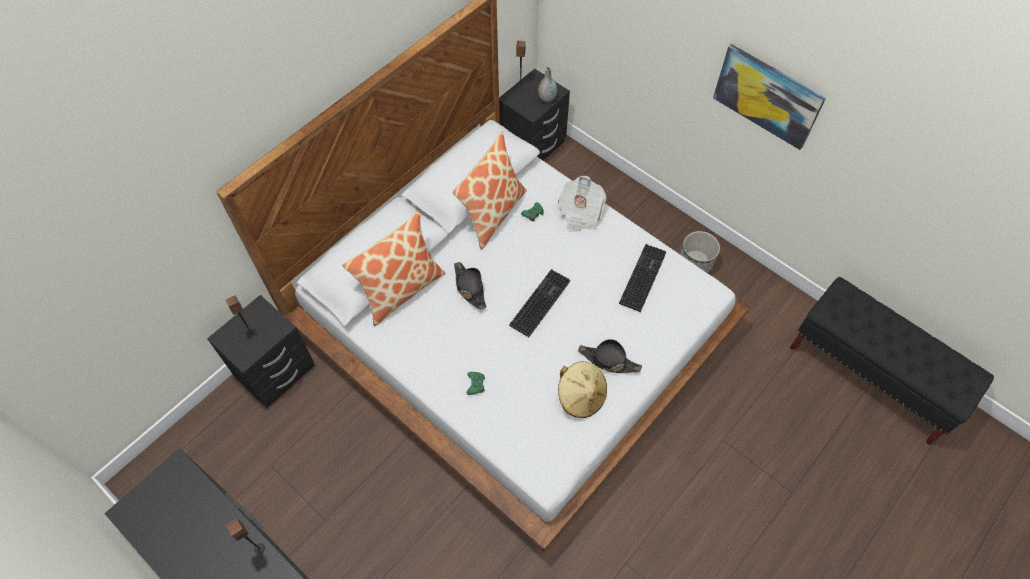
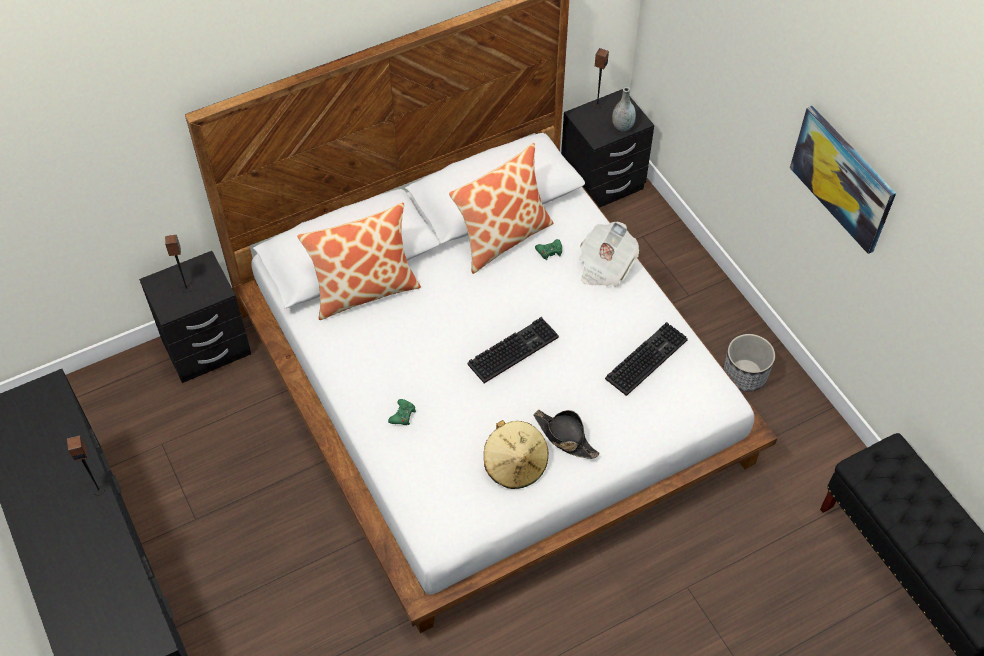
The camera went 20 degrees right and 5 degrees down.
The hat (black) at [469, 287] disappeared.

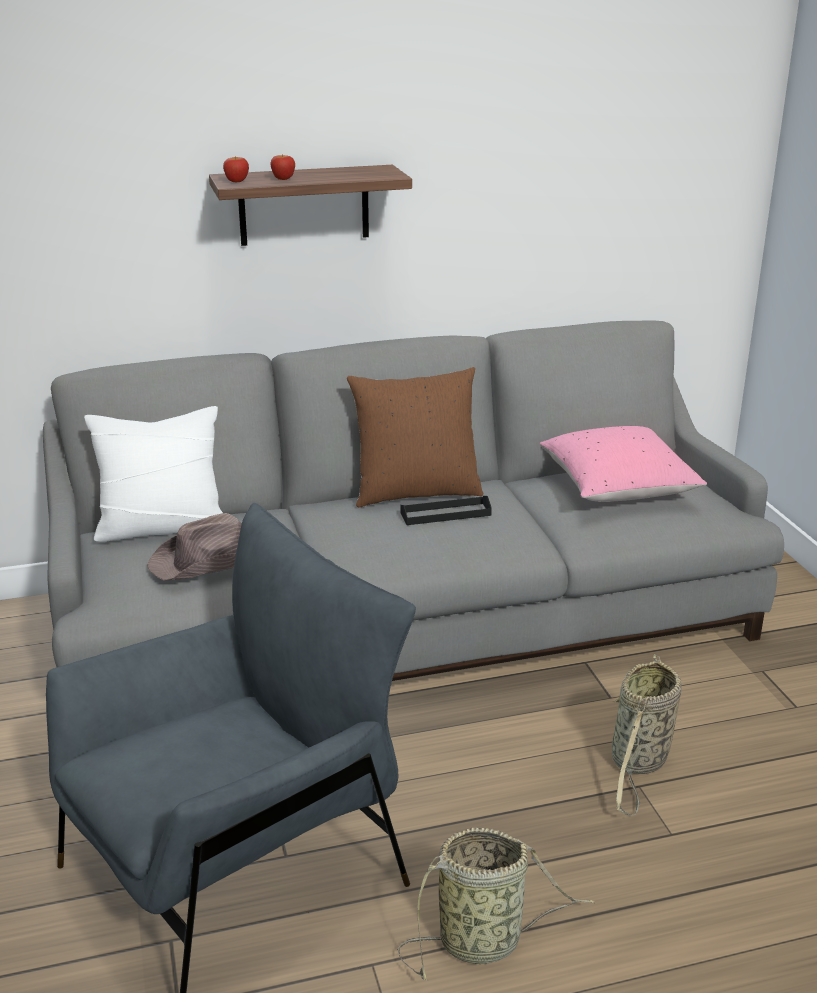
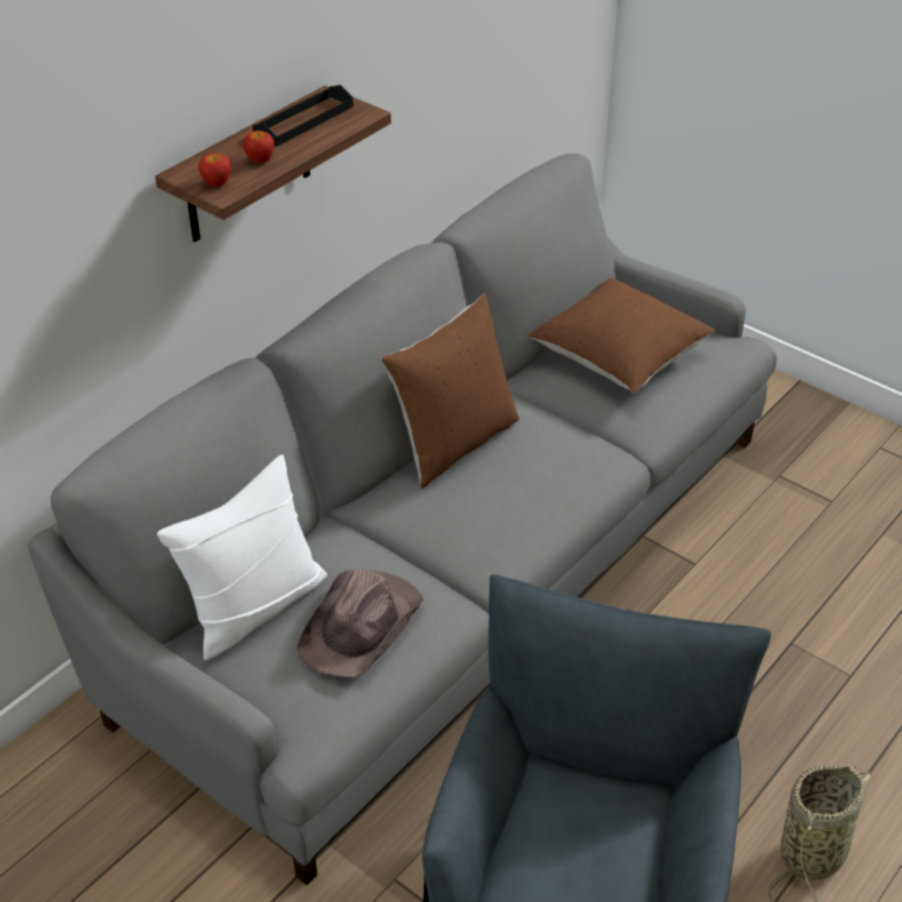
The camera went 35 degrees left and 15 degrees up.
The tray (black) moved from [445, 514] to [304, 120].
The pillow (pink) at [617, 488] became the pillow (brown) at [619, 356].
The basket at [638, 763] disappeared.

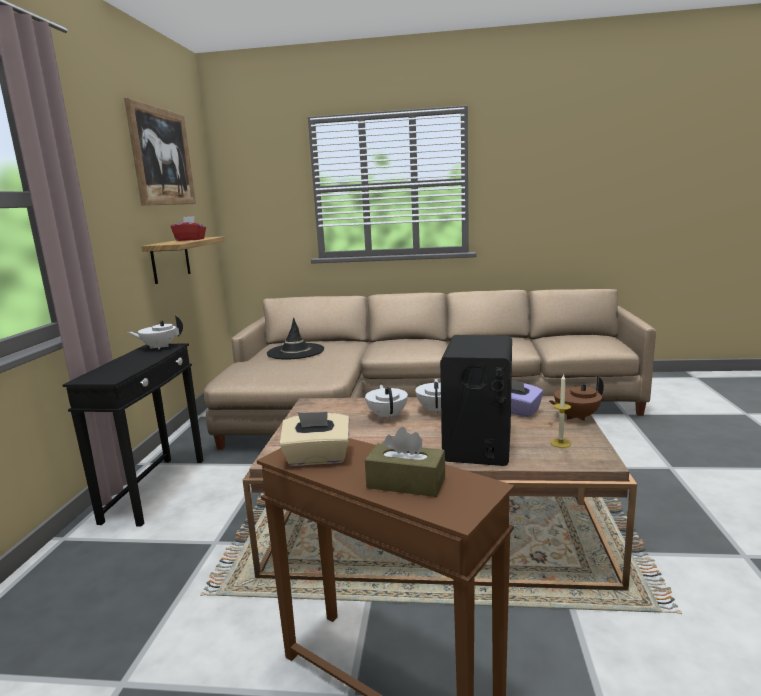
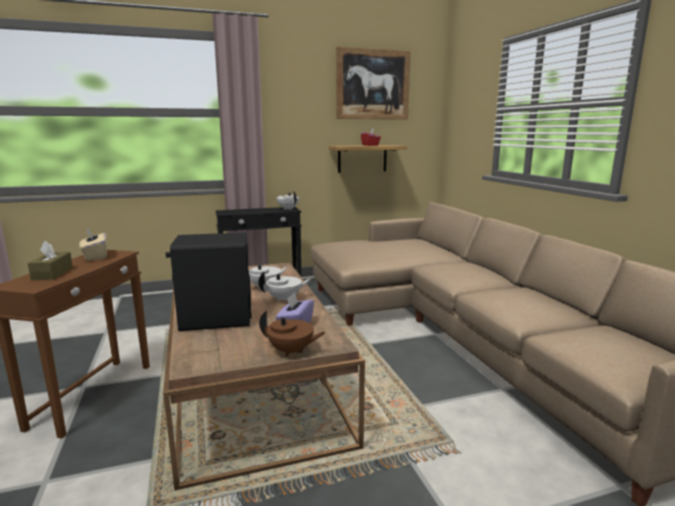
The camera went 65 degrees right and 0 degrees up.
The hat (black) at [295, 352] disappeared.
The teapot (brown) at [575, 417] turned 150 degrees clockwise.
The candle at [560, 443] disappeared.

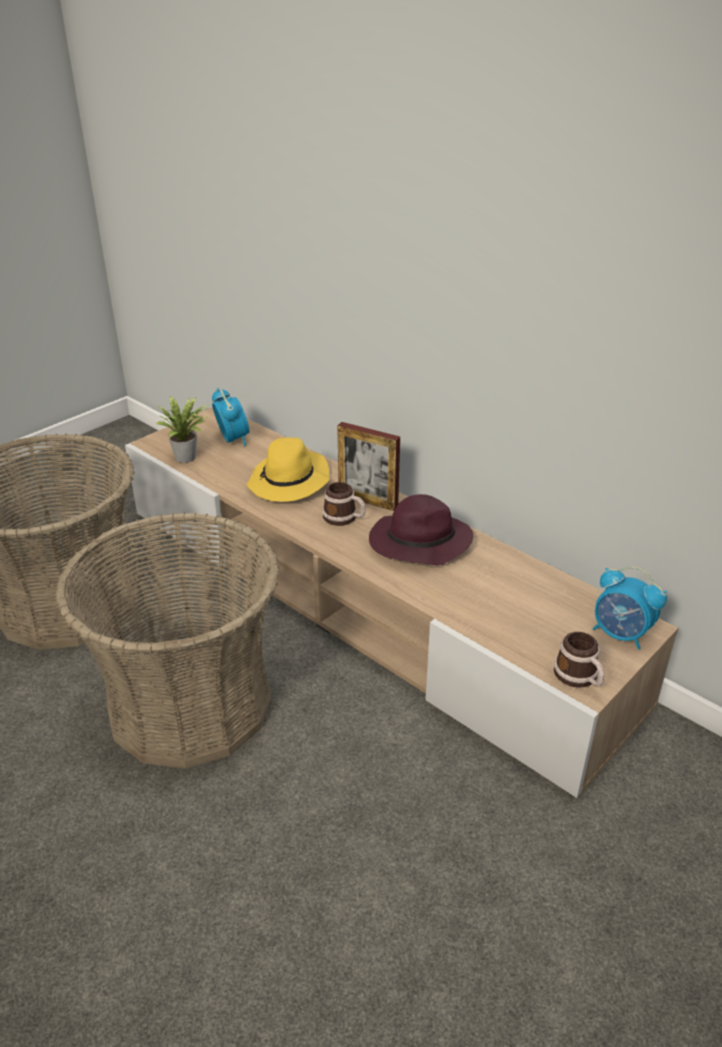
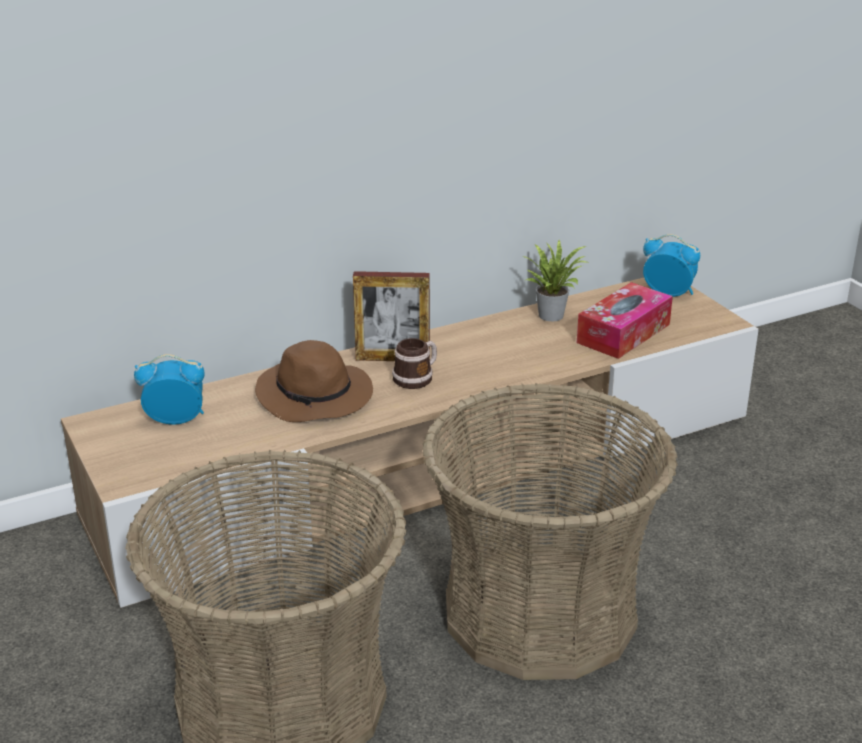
The camera went 70 degrees left and 5 degrees down.
The potted plant moved from [188, 457] to [552, 314].
The hat (yellow) at [289, 482] became the hat (brown) at [316, 397].
The picture frame at [368, 501] turned 45 degrees clockwise.
The hat (purple) at [418, 543] disappeared.
The mug at [579, 678] disappeared.
The alarm clock at [621, 634] turned 120 degrees counterclockwise.
The tissue box at [623, 333] appeared.

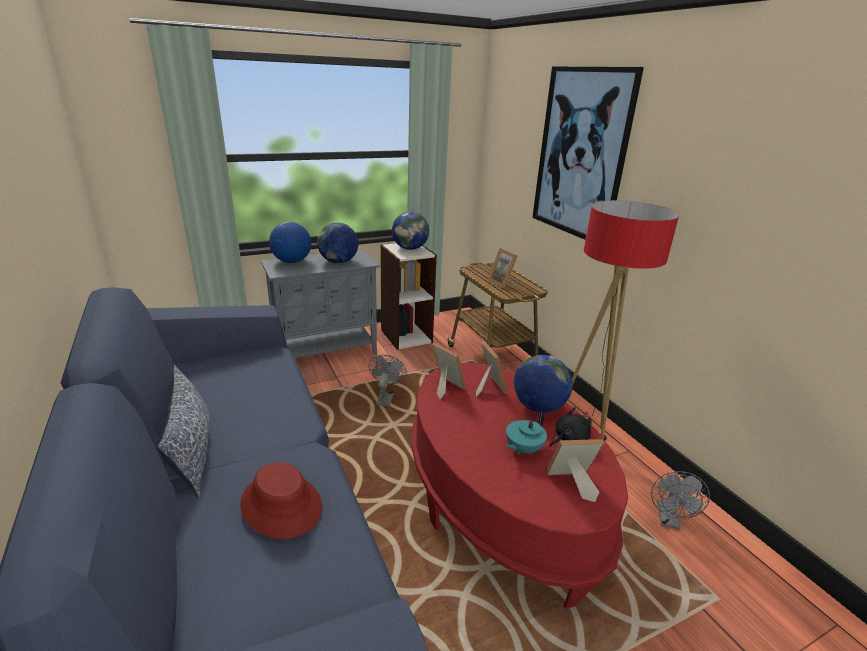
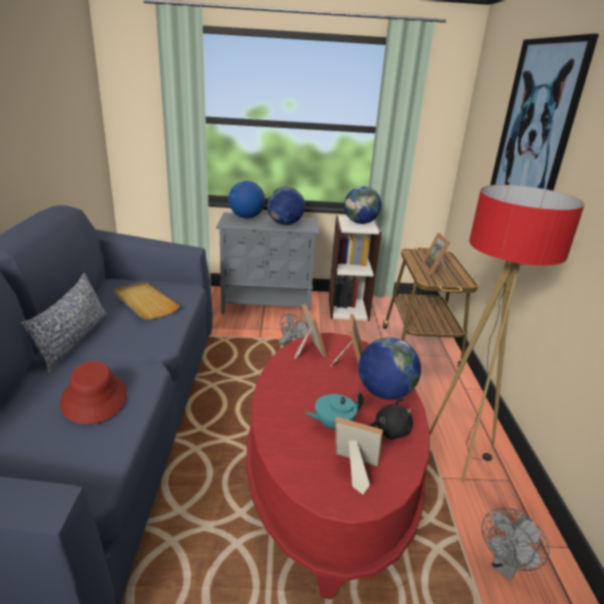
The camera went 25 degrees right and 0 degrees up.
The tray (beige) at [145, 303] appeared.

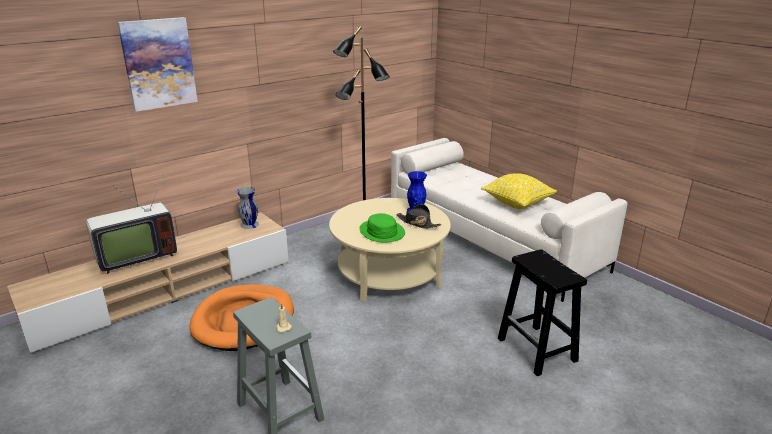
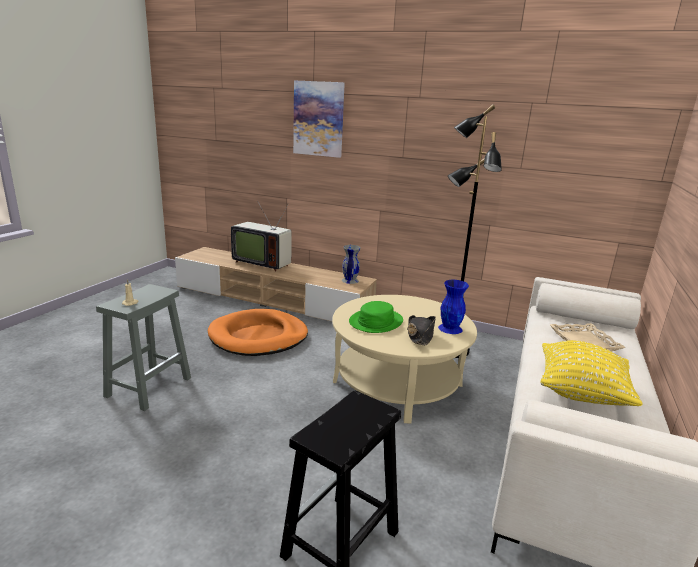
The camera went 60 degrees right and 5 degrees down.
The tray (beige) at [583, 341] appeared.

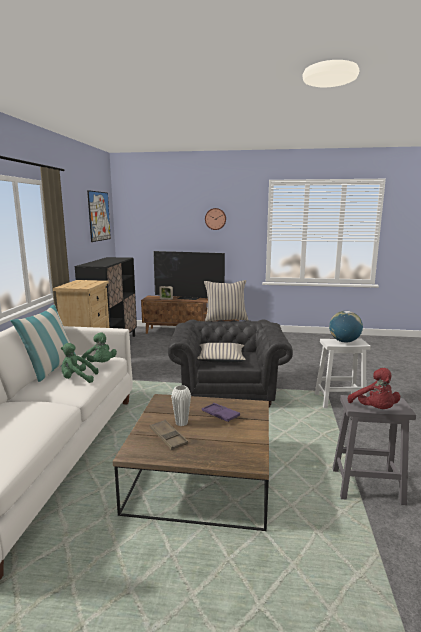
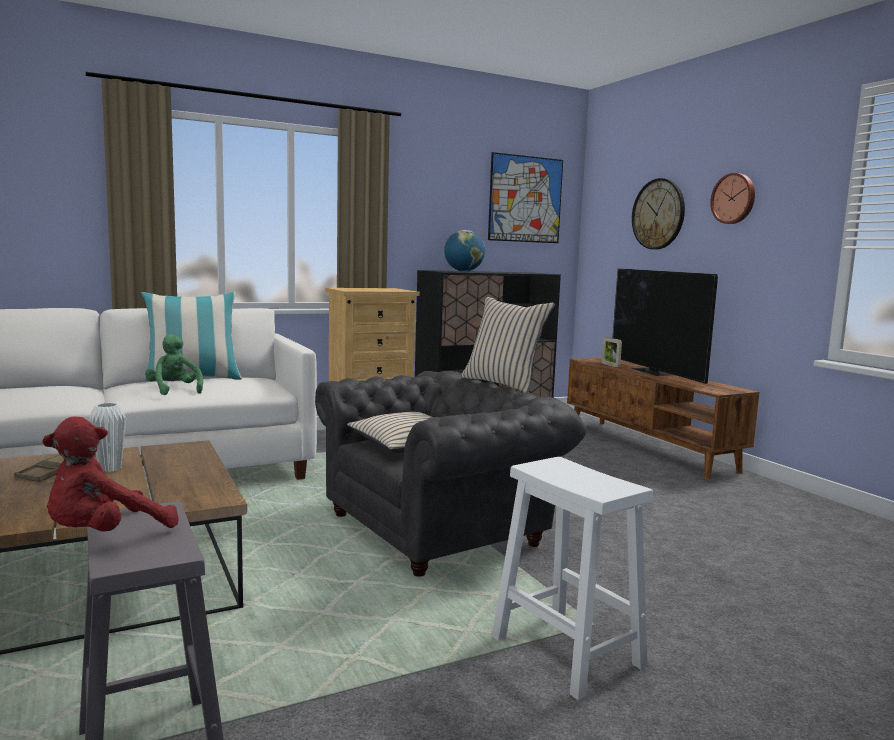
The camera went 55 degrees right and 5 degrees down.
The plush toy (green) at [100, 364] disappeared.
The tray (purple) at [220, 415] disappeared.
The globe moved from [344, 341] to [463, 271].
The wall clock at [658, 214] appeared.

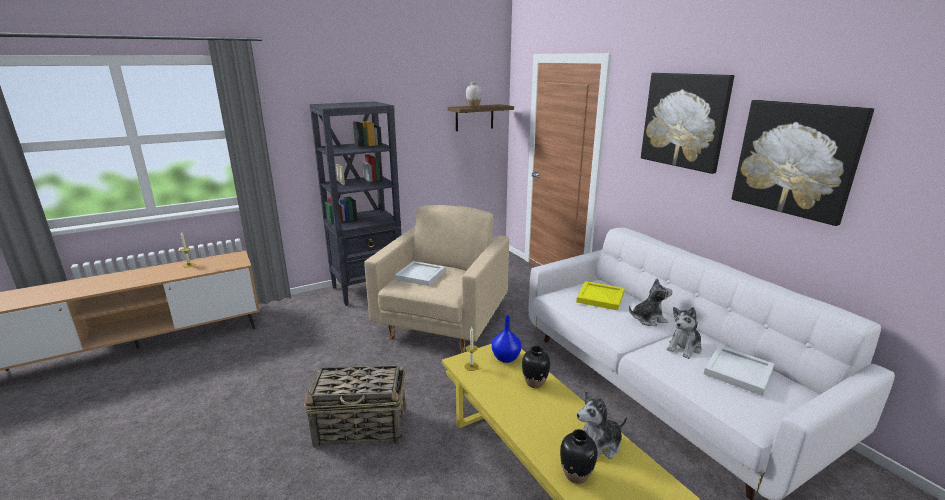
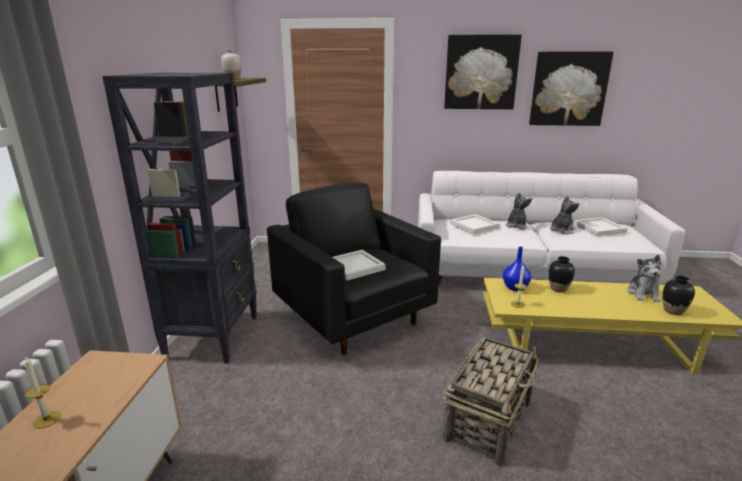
The camera went 55 degrees left and 0 degrees up.
The armchair (beige) at [443, 324] became the armchair (black) at [354, 317].
The tray (yellow) at [600, 297] became the tray (white) at [473, 226].
The plush toy at [684, 348] turned 120 degrees counterclockwise.

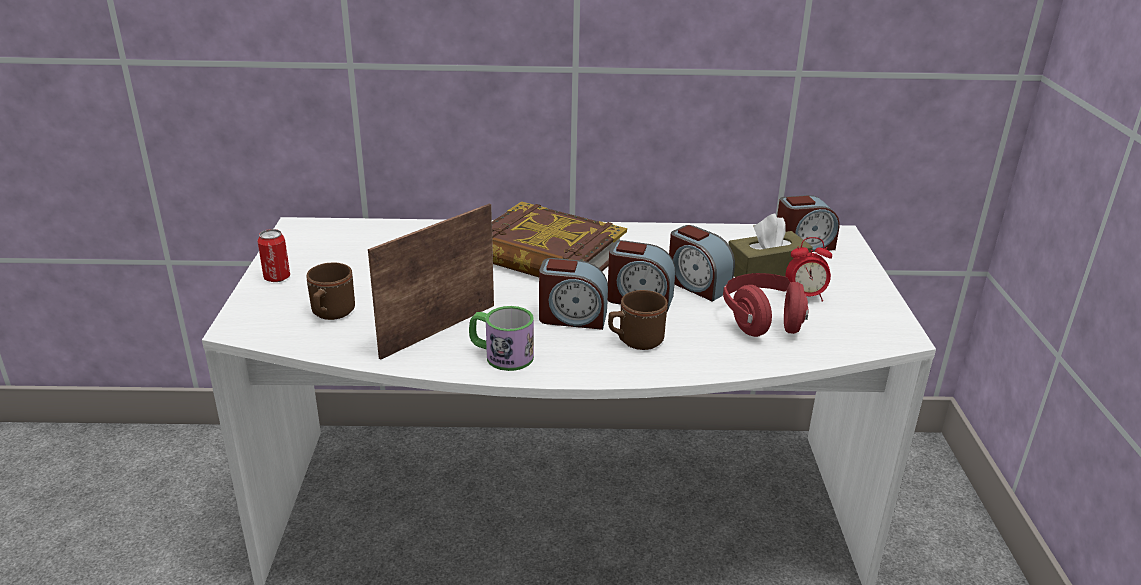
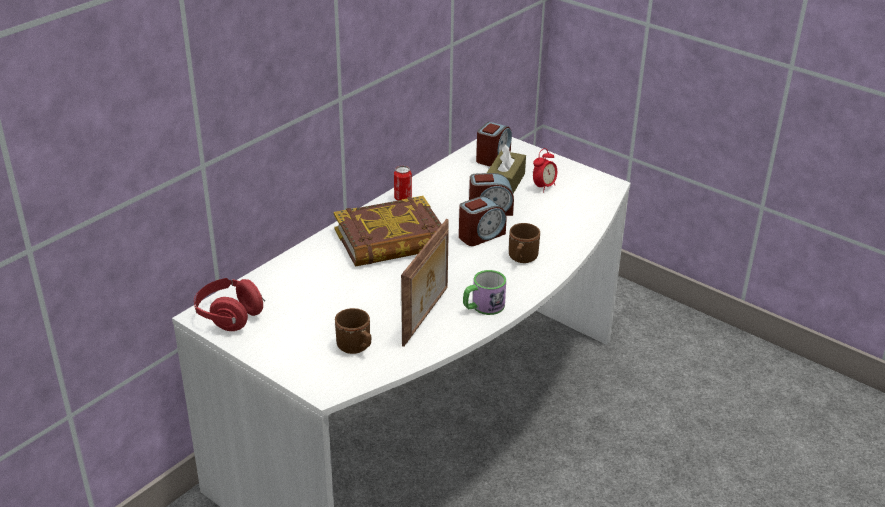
The camera went 50 degrees left and 5 degrees up.
The can moved from [277, 278] to [403, 198].
The picture frame at [437, 329] turned 150 degrees counterclockwise.
The alarm clock at [572, 317] disappeared.
The headphones (red) moved from [763, 321] to [229, 316].

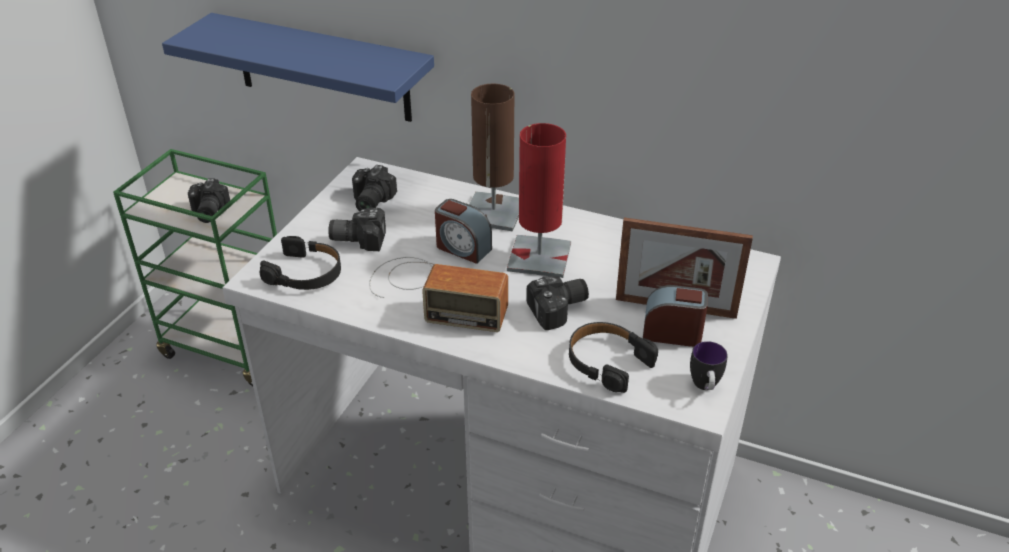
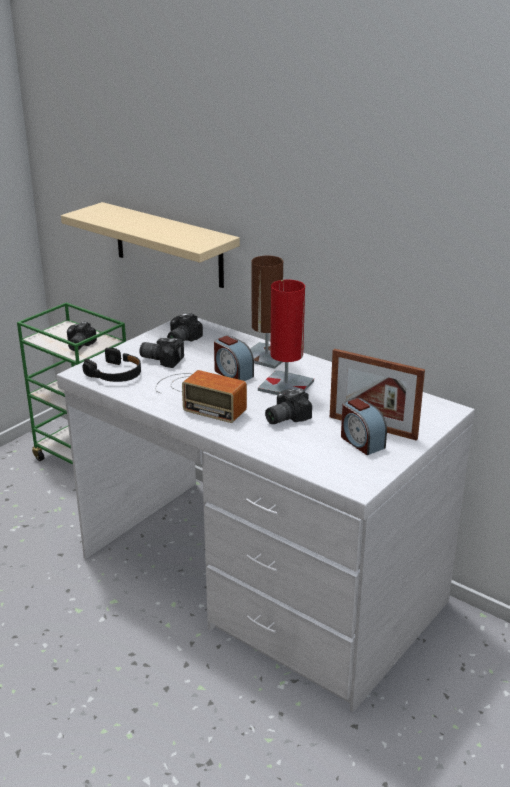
The camera went 15 degrees right and 10 degrees down.
The shelf (blue) at [322, 68] became the shelf (beige) at [168, 245].
The photo camera at [560, 310] turned 150 degrees clockwise.
The headphones (black) at [607, 362] disappeared.
The alarm clock at [672, 333] turned 150 degrees counterclockwise.
The mug at [705, 387] disappeared.

